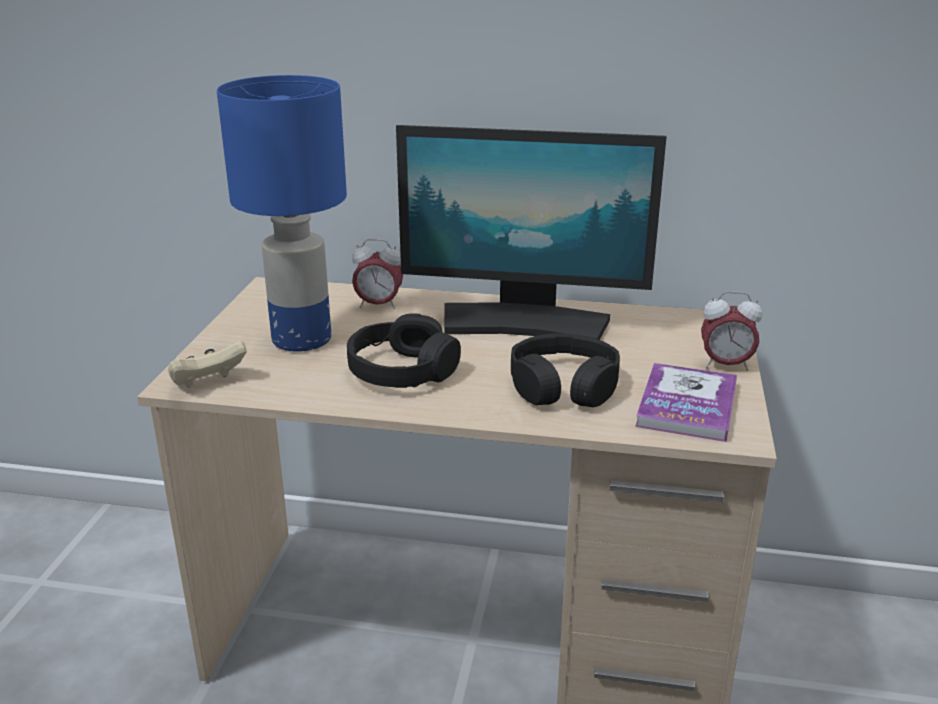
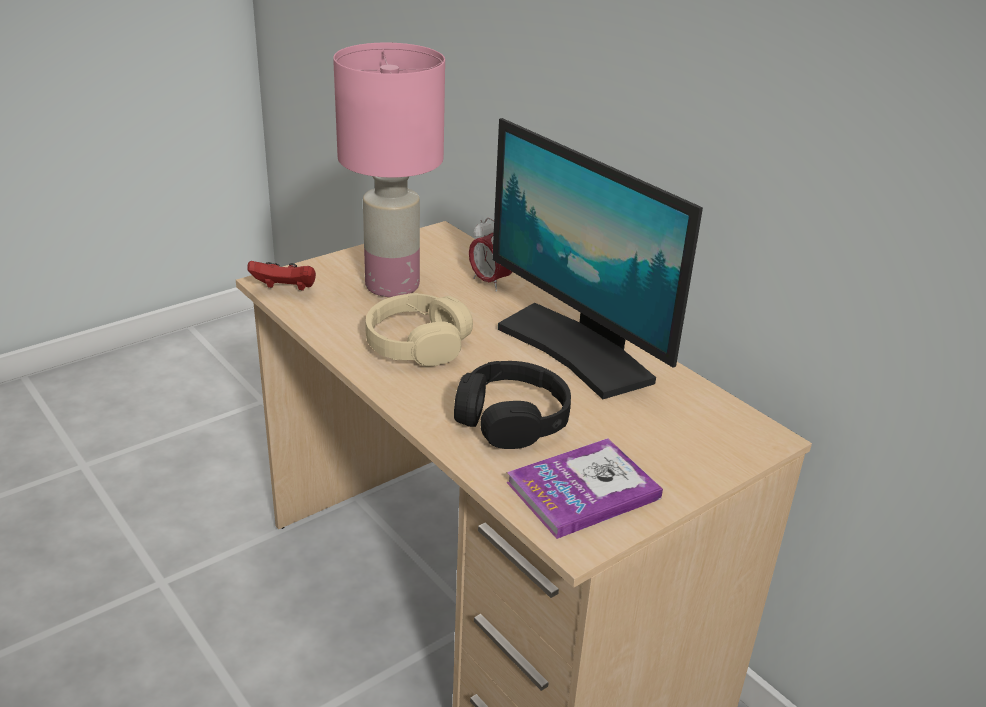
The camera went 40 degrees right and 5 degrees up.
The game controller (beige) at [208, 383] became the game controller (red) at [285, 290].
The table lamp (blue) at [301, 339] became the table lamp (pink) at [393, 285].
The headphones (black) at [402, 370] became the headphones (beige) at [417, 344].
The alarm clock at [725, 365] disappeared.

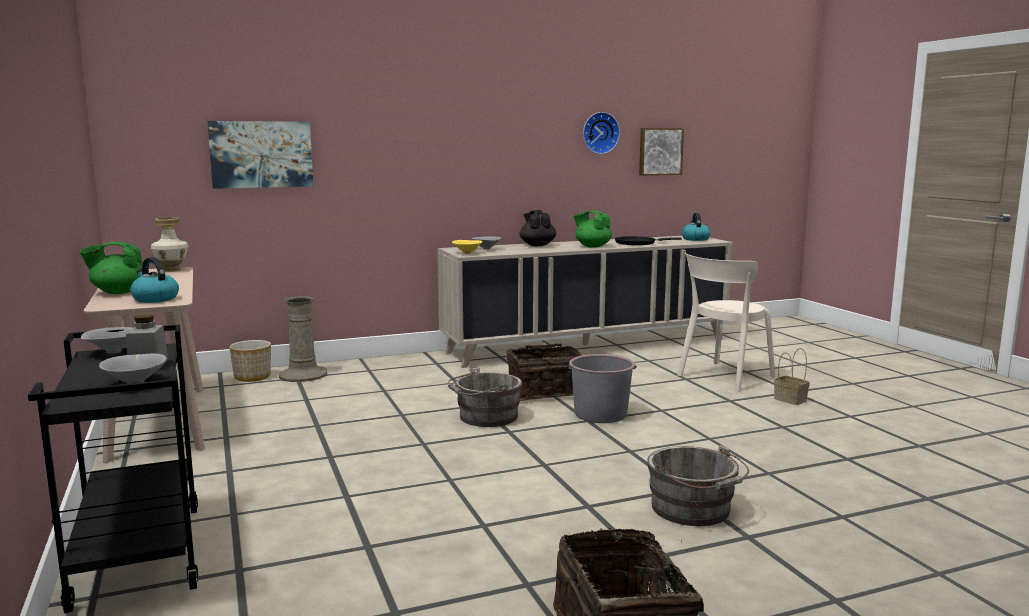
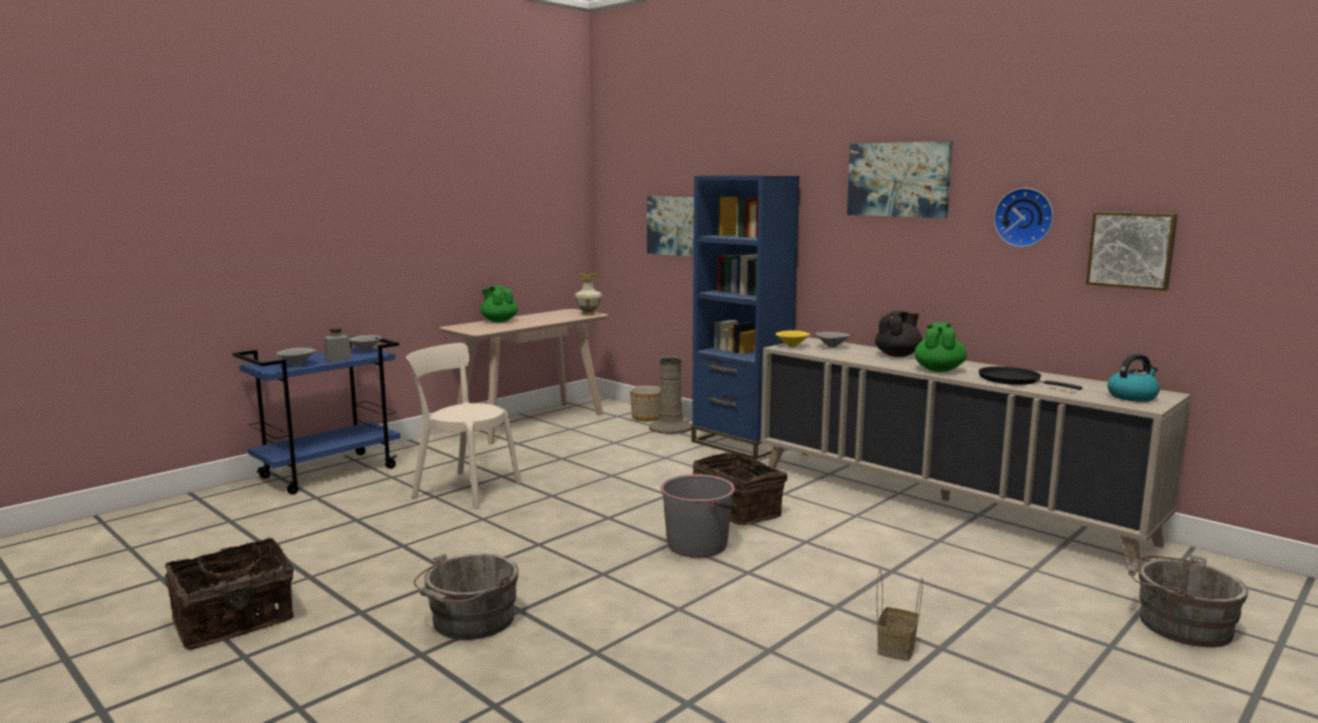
The camera went 65 degrees right and 0 degrees up.
The cart (black) at [137, 555] became the cart (blue) at [329, 472].
The kettle at [155, 299] disappeared.
The bucket (grey) moved from [485, 417] to [1178, 624].
The chair (beige) moved from [723, 377] to [463, 489].
The bookcase (blue) at [740, 444] appeared.
The picture at [898, 179] appeared.

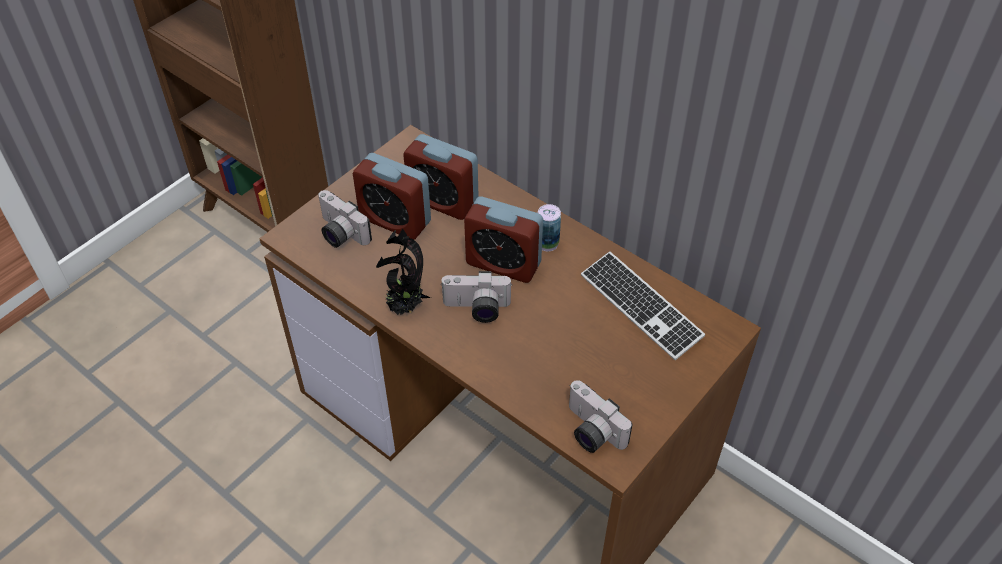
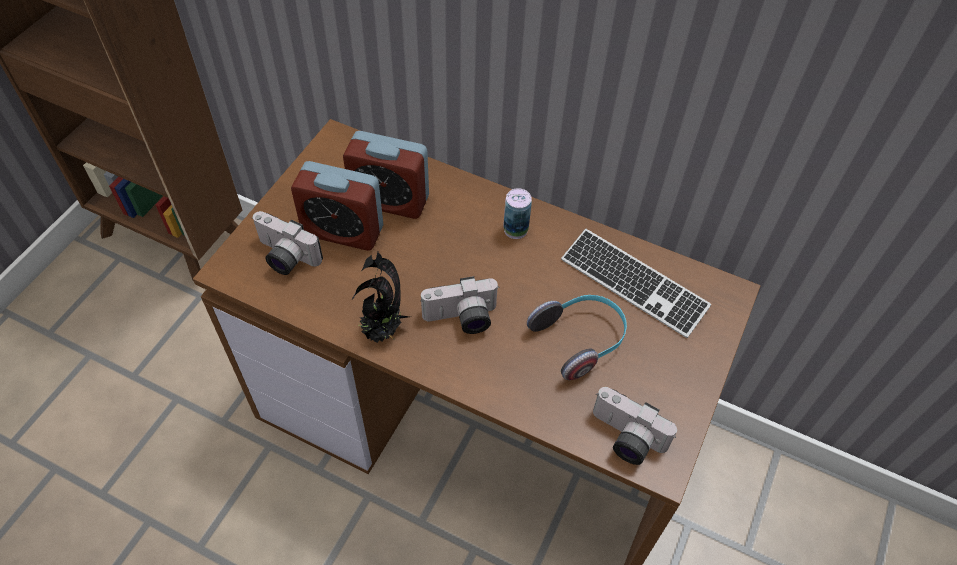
The camera went 15 degrees left and 5 degrees up.
The alarm clock at [503, 263] disappeared.
The headphones at [580, 340] appeared.

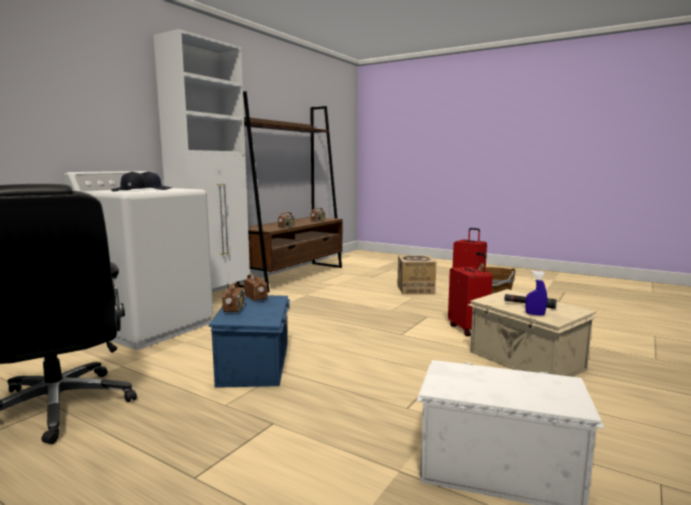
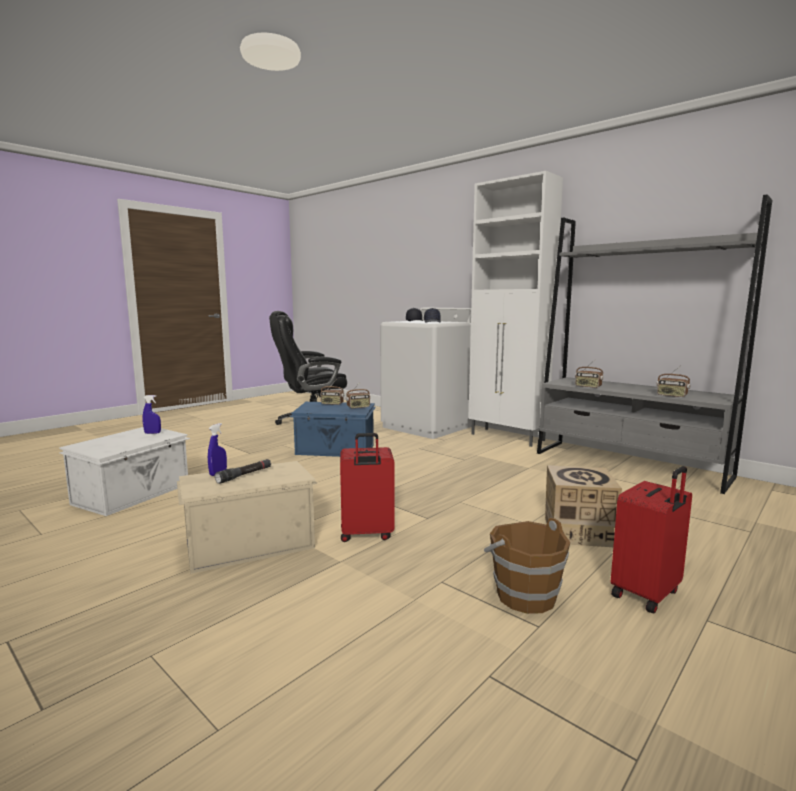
The camera went 100 degrees right and 0 degrees up.
The bookcase (brown) at [294, 276] became the bookcase (grey) at [630, 464].
The spray bottle (blue) at [152, 433] appeared.

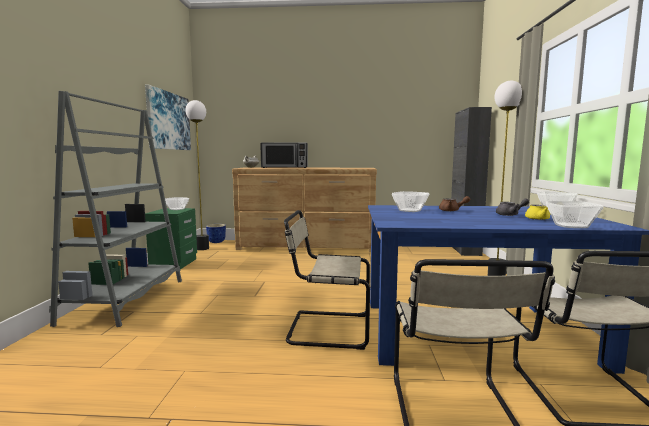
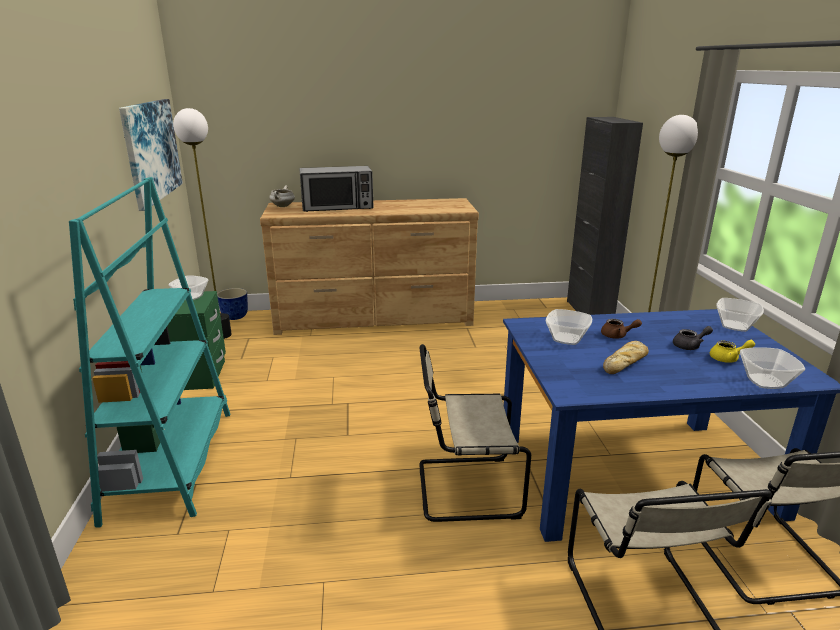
The camera went 10 degrees left and 15 degrees up.
The bookcase (grey) at [126, 300] became the bookcase (turquoise) at [172, 463].
The bread at [626, 362] appeared.

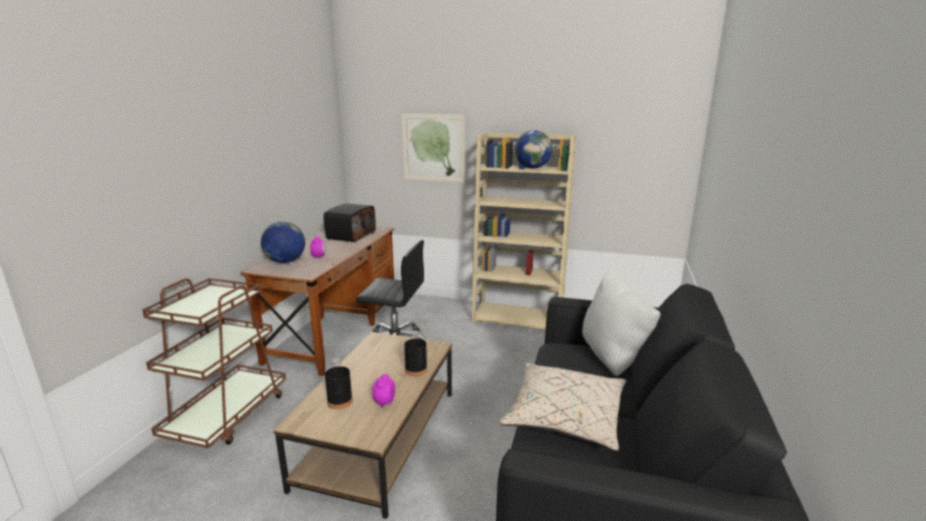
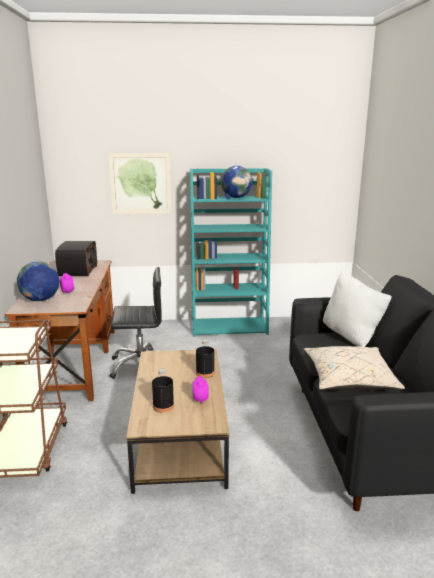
The camera went 20 degrees left and 0 degrees up.
The bookcase (beige) at [519, 317] became the bookcase (turquoise) at [230, 327].

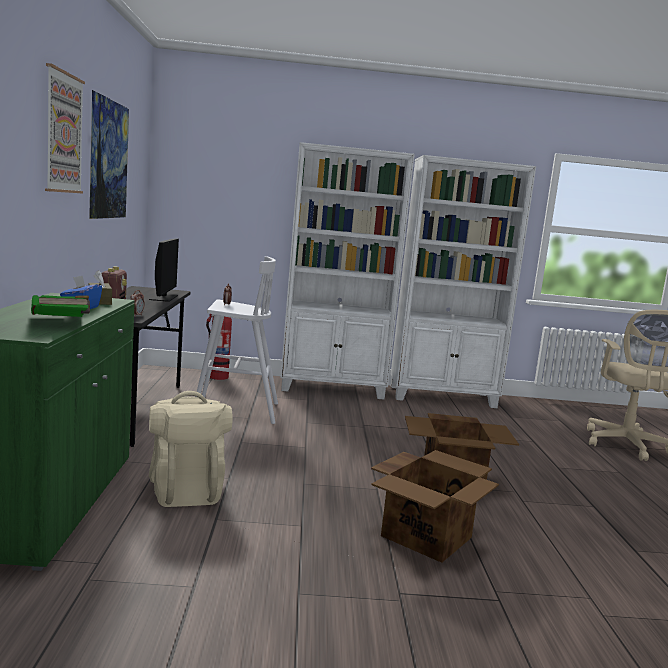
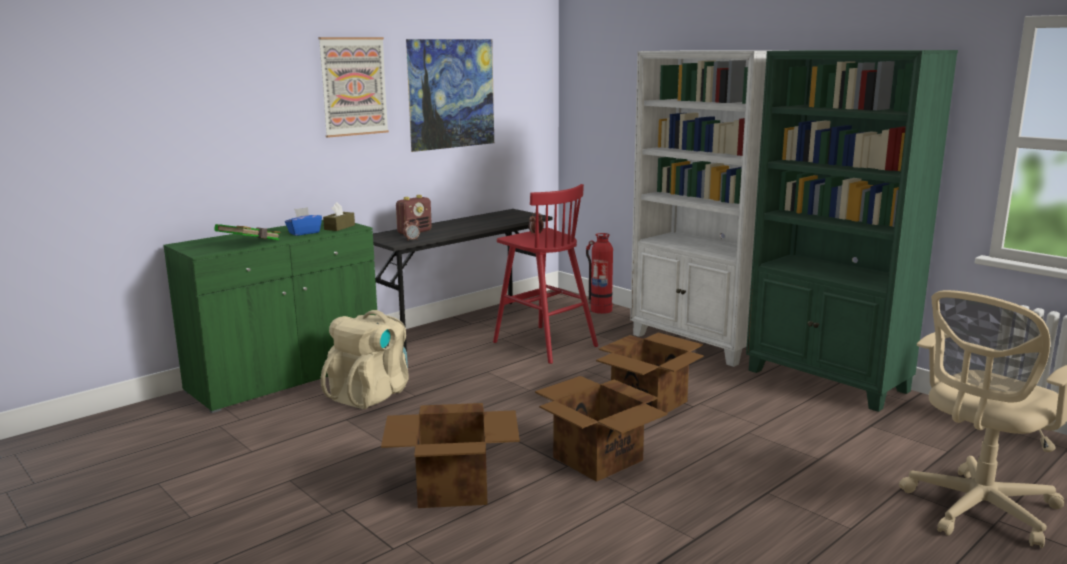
The camera went 50 degrees right and 5 degrees up.
The monitor at [164, 297] disappeared.
The stool (white) at [234, 410] became the stool (red) at [543, 344].
The bookcase (white) at [443, 397] became the bookcase (green) at [827, 381].
The cardboard box at [649, 402] appeared.

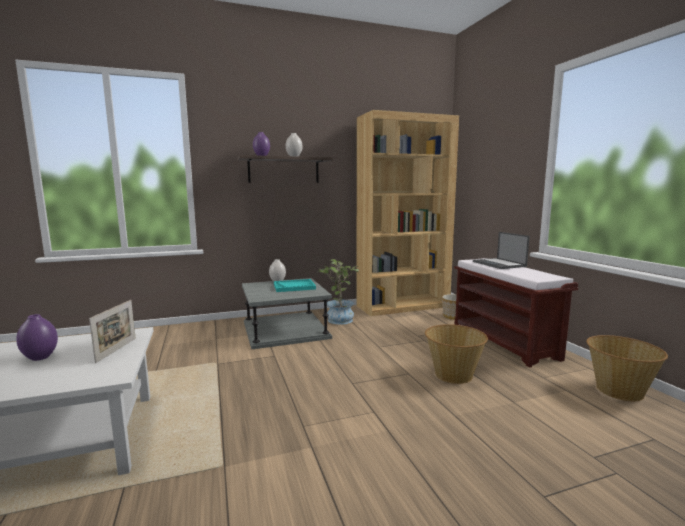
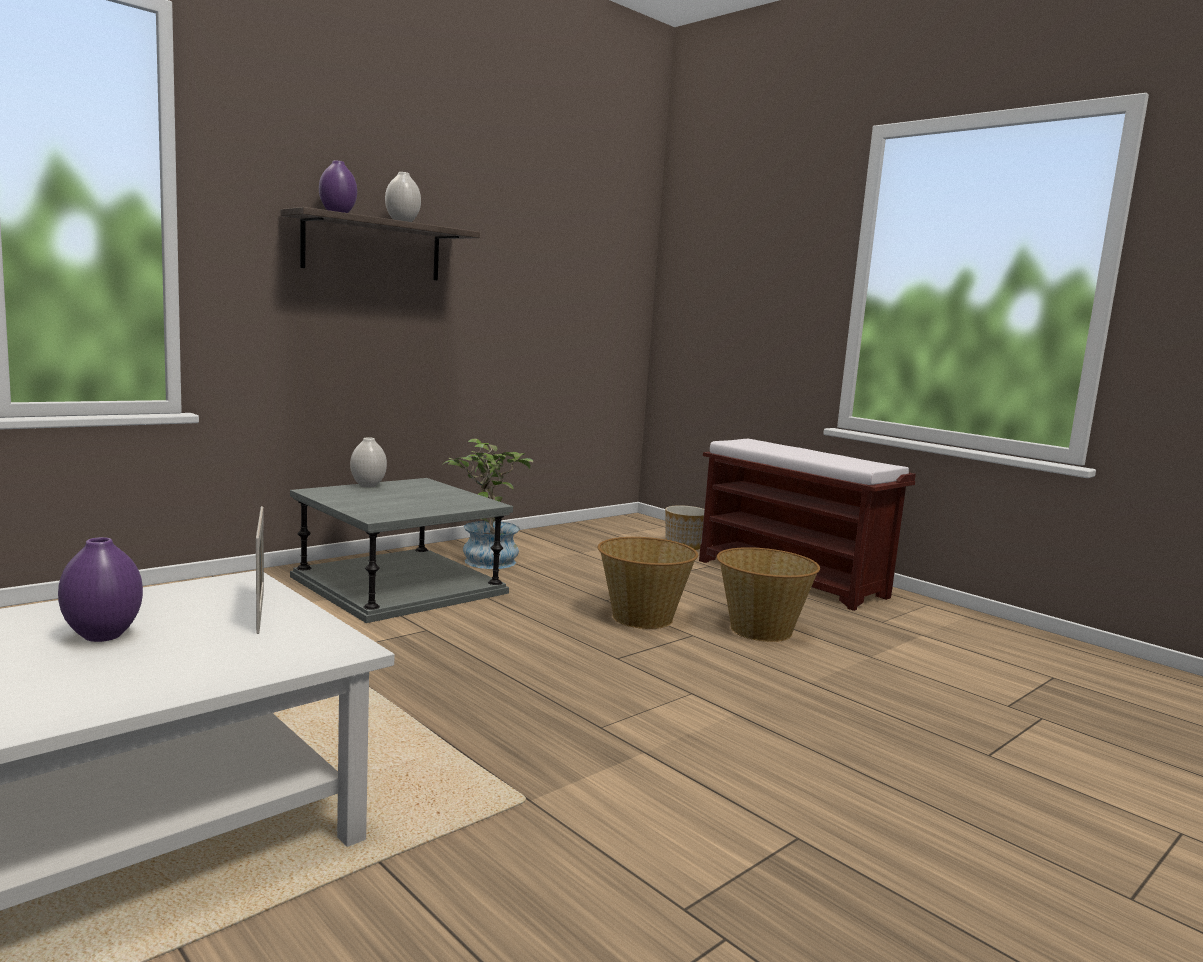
The camera went 25 degrees left and 0 degrees up.
The tray (turquoise) at [294, 287] disappeared.
The bookcase (brown) at [403, 306] disappeared.
The laptop at [499, 264] disappeared.
The basket moved from [619, 390] to [642, 617].

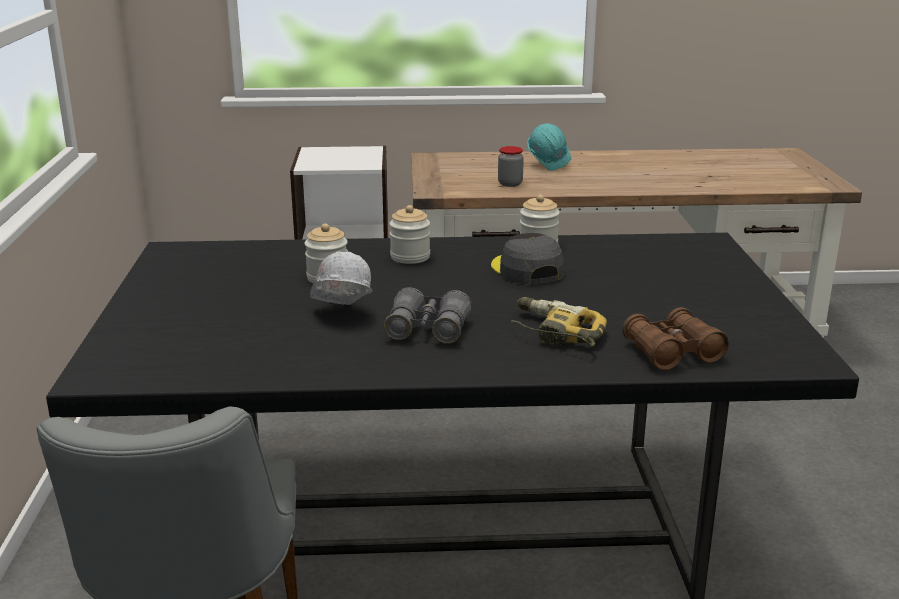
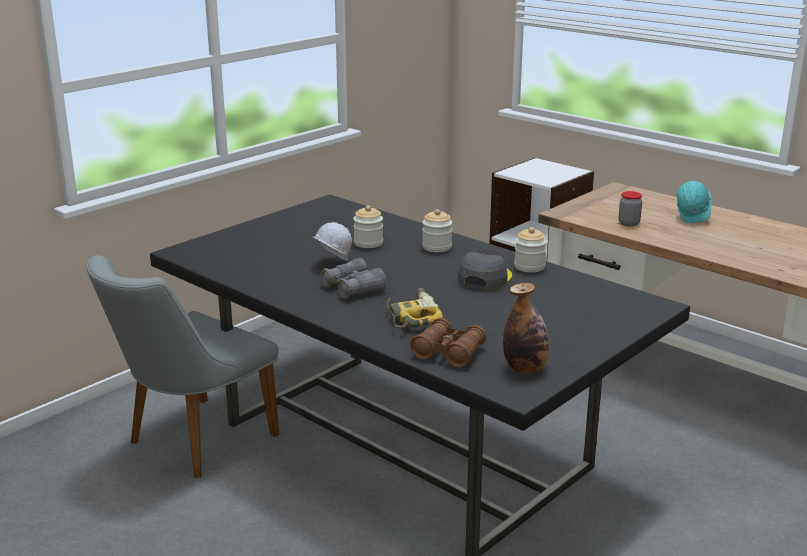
The camera went 45 degrees right and 0 degrees up.
The bottle at [525, 368] appeared.

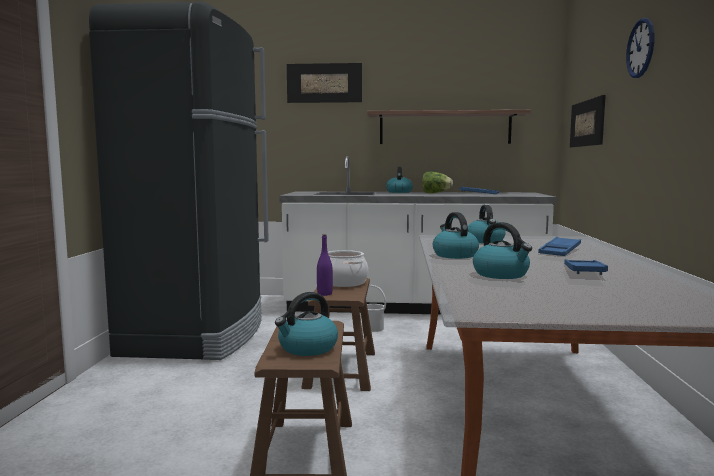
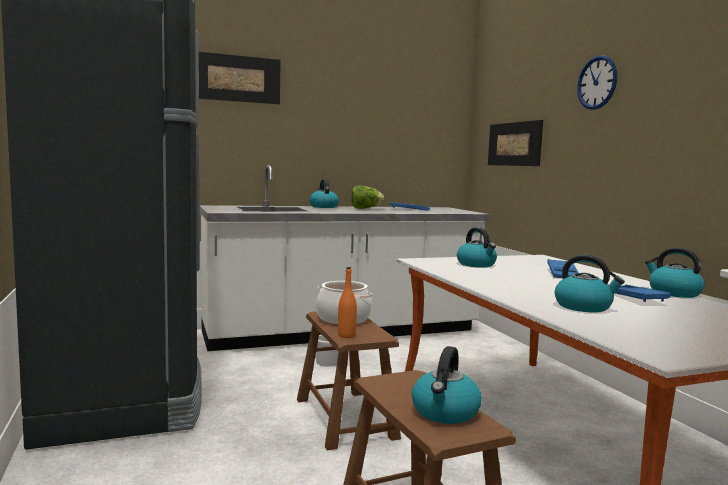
The camera went 25 degrees left and 0 degrees up.
The bottle (purple) at [324, 294] became the bottle (orange) at [346, 335].
The shelf at [445, 128] disappeared.
The kettle moved from [454, 255] to [673, 293].

